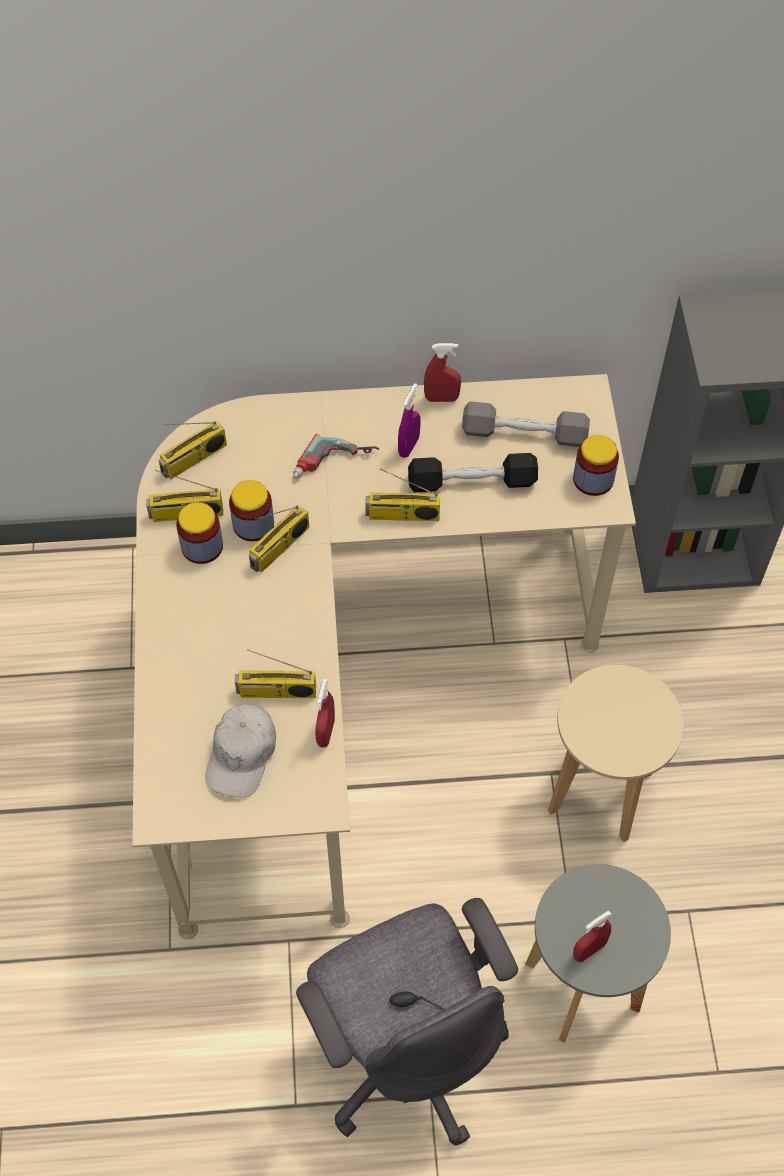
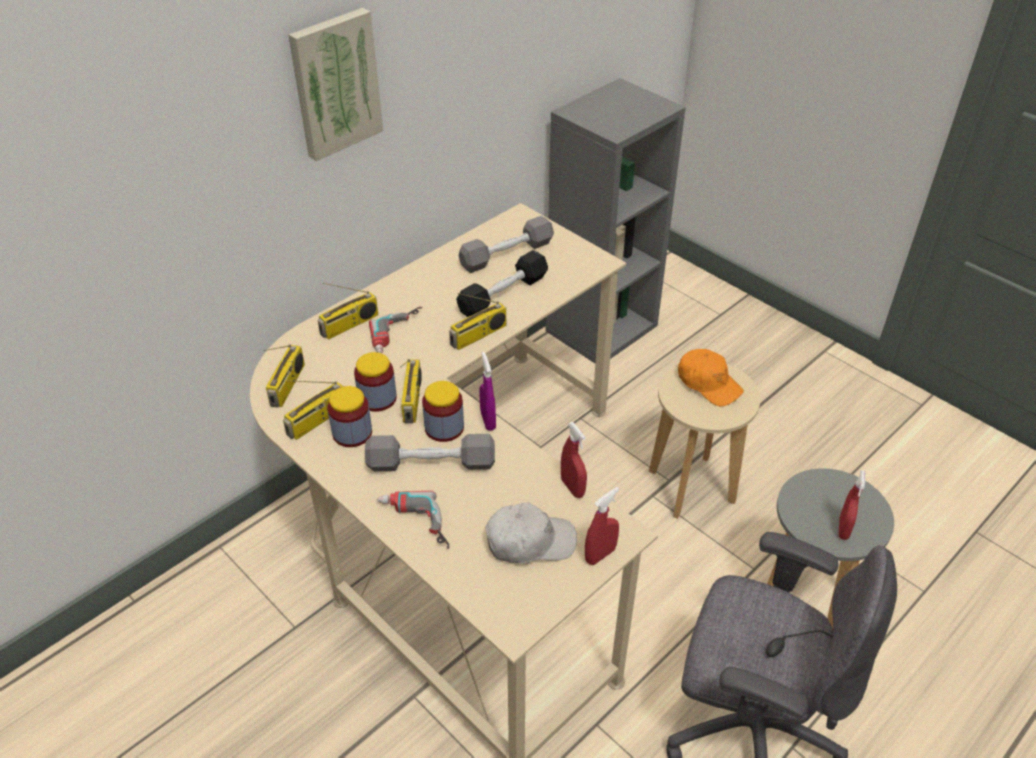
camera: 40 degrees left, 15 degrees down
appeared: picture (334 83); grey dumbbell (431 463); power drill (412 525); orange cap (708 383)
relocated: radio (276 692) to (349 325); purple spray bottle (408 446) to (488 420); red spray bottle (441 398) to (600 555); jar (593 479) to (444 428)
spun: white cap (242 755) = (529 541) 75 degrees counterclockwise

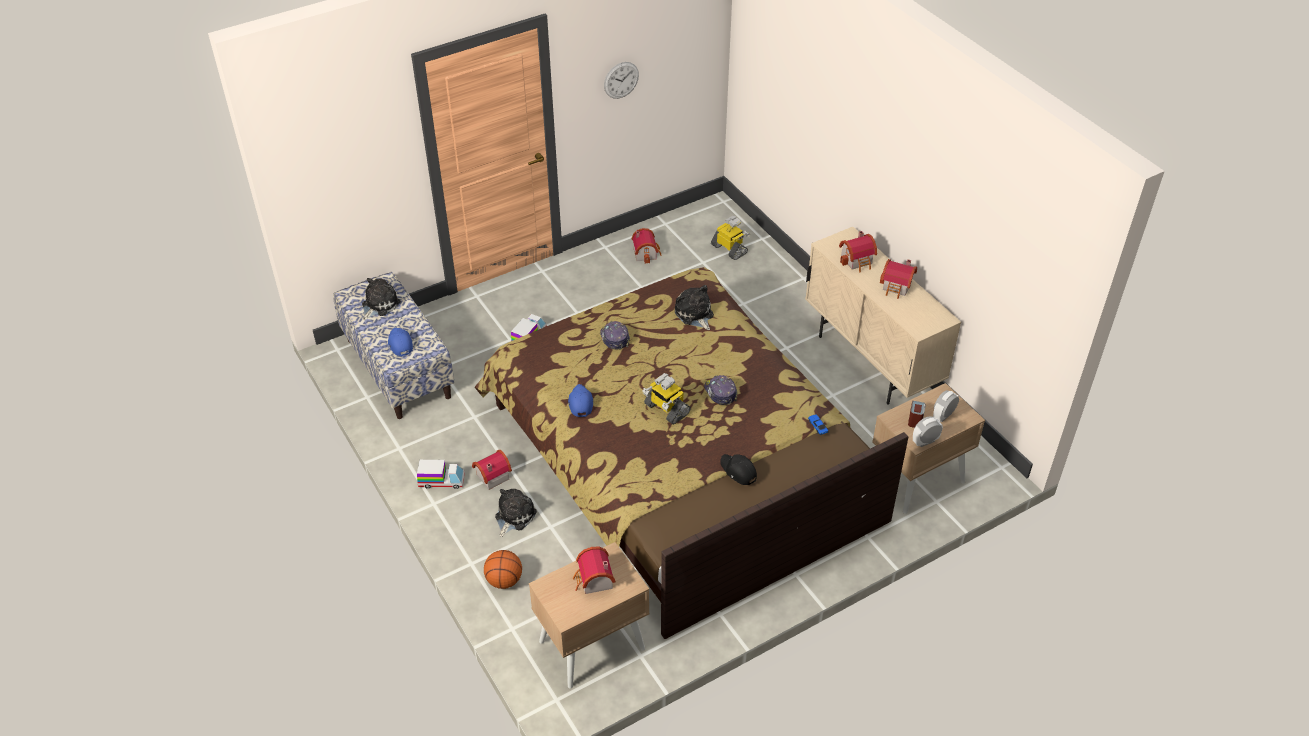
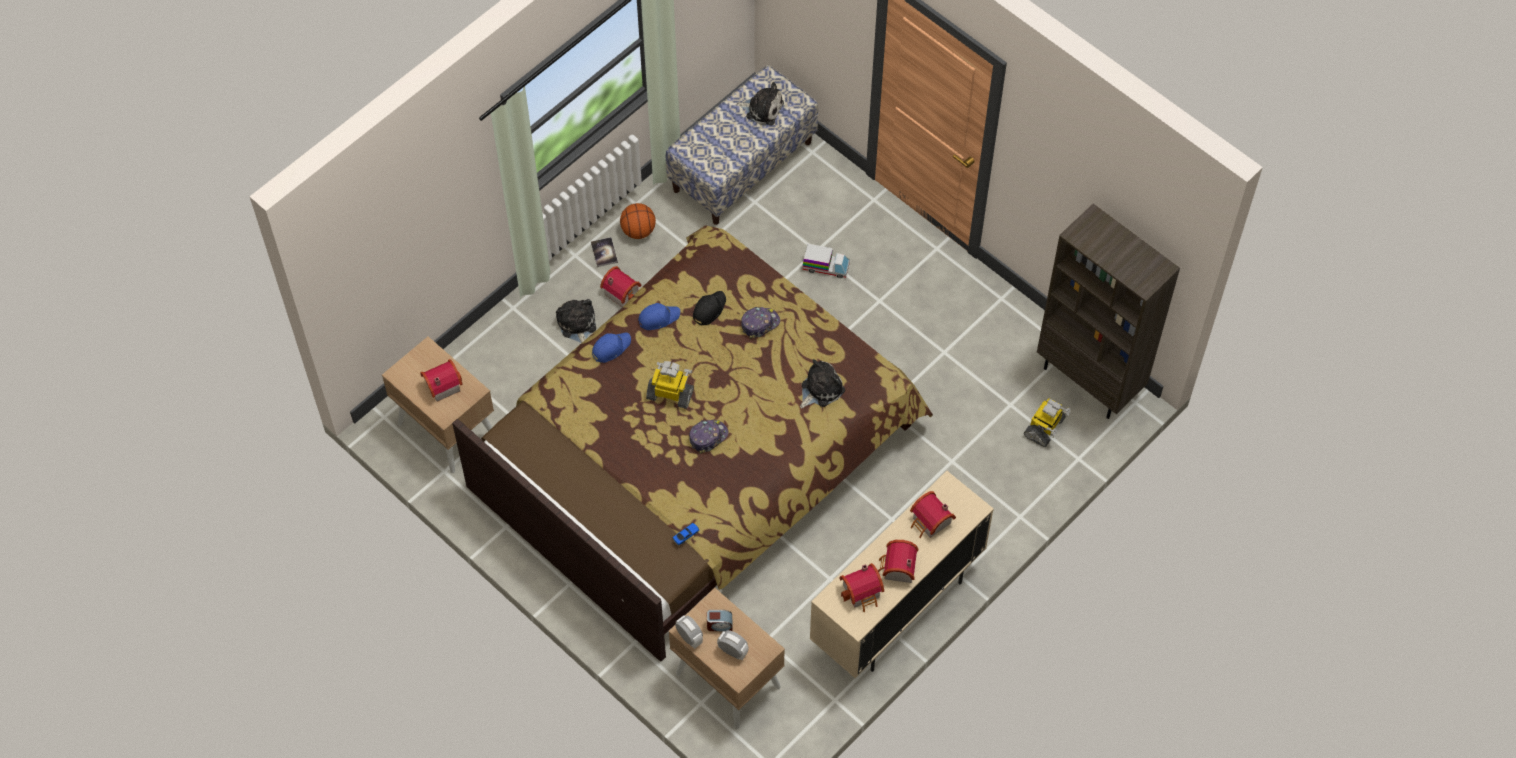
camera: 75 degrees right, 15 degrees up
missing: wall clock (621 80)
appeared: brown bookcase (1090 380)
relocated: blue cap (400 344) to (610 348); basketball (504 580) to (638 230); toy house (646 253) to (863 592); black cap (738 471) to (709 309)
exchanged: toy truck (441 481) to book (604 252)
spun: plush toy (513 516) = (577 325) 120 degrees counterclockwise; toy robot (666 409) = (670 394) 75 degrees clockwise

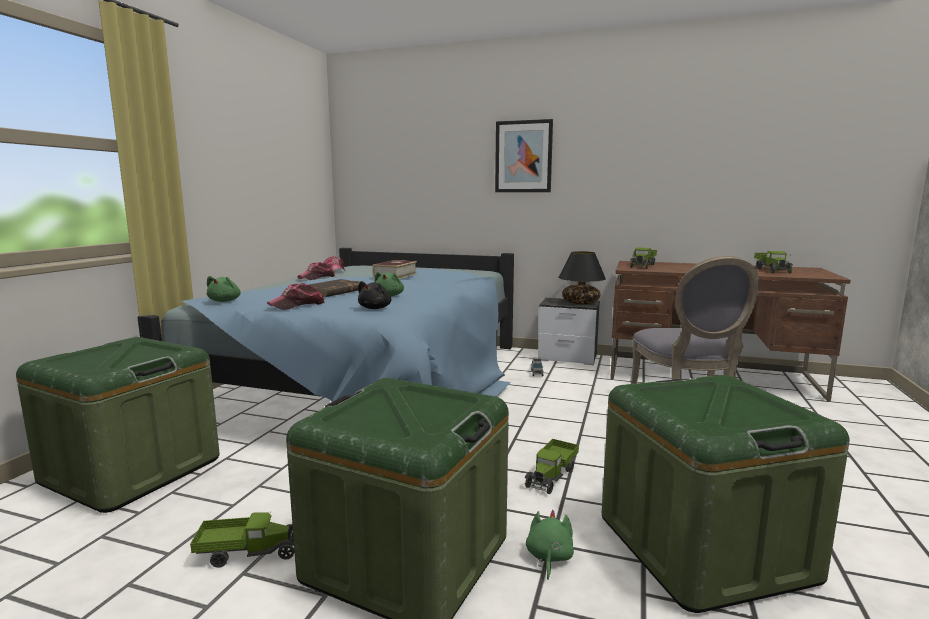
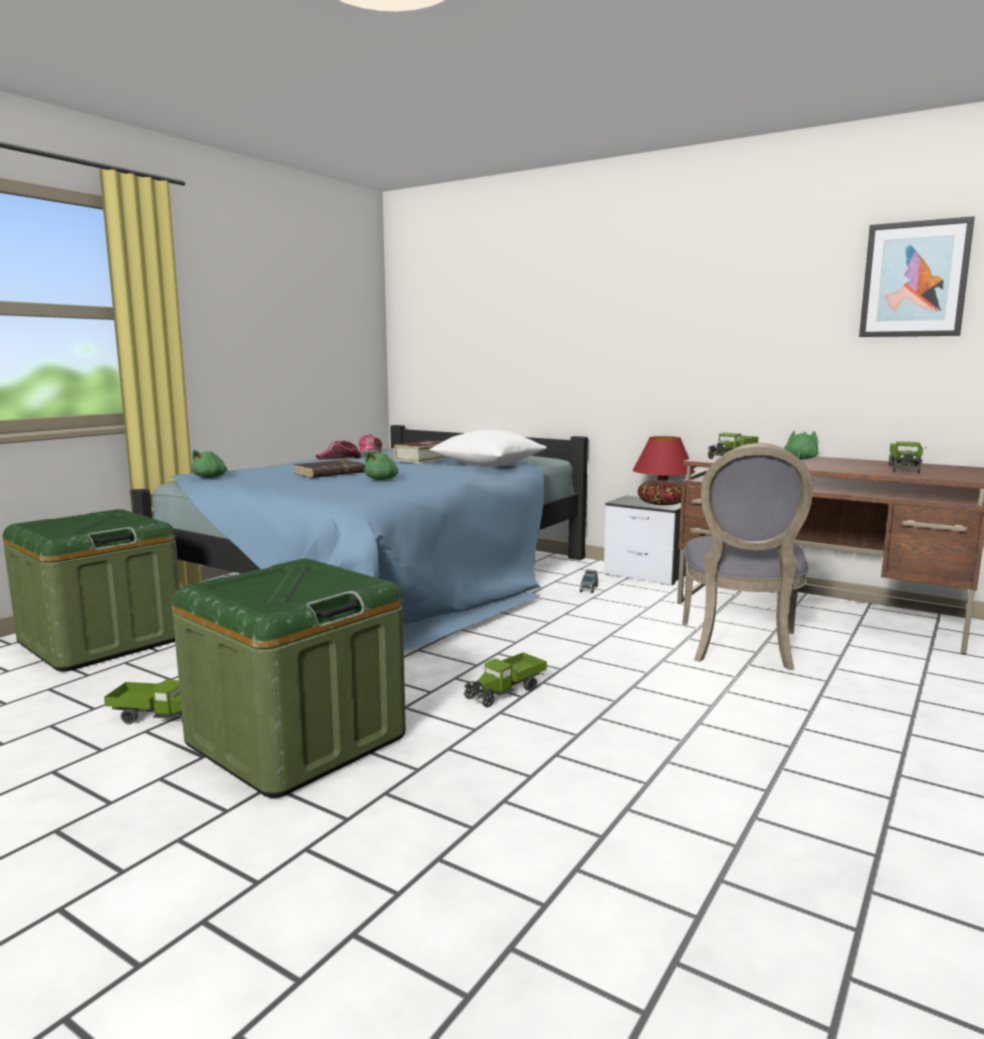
camera: 15 degrees right, 0 degrees up
missing: cap (297 305); black plush toy (376 308); green storage box (703 547)
appeared: white pillow (488 464)
relocated: picture (523 156) to (914 279); green plush toy (549 557) to (800 459)
colour: black table lamp (580 302) to red table lamp (662 503)

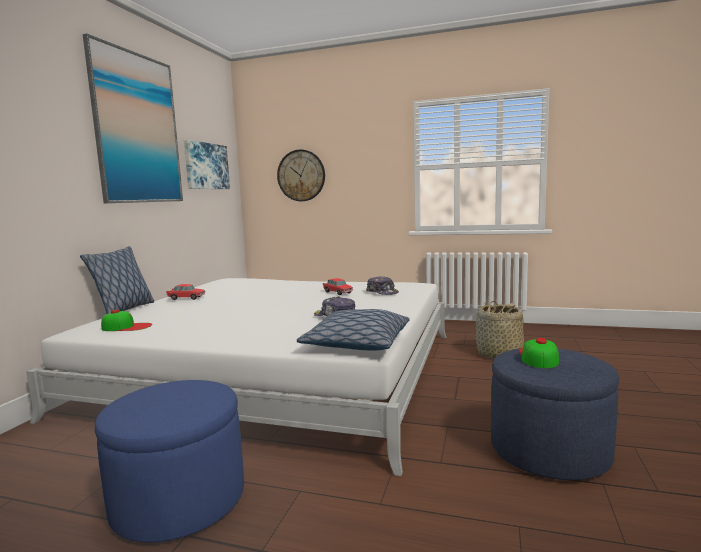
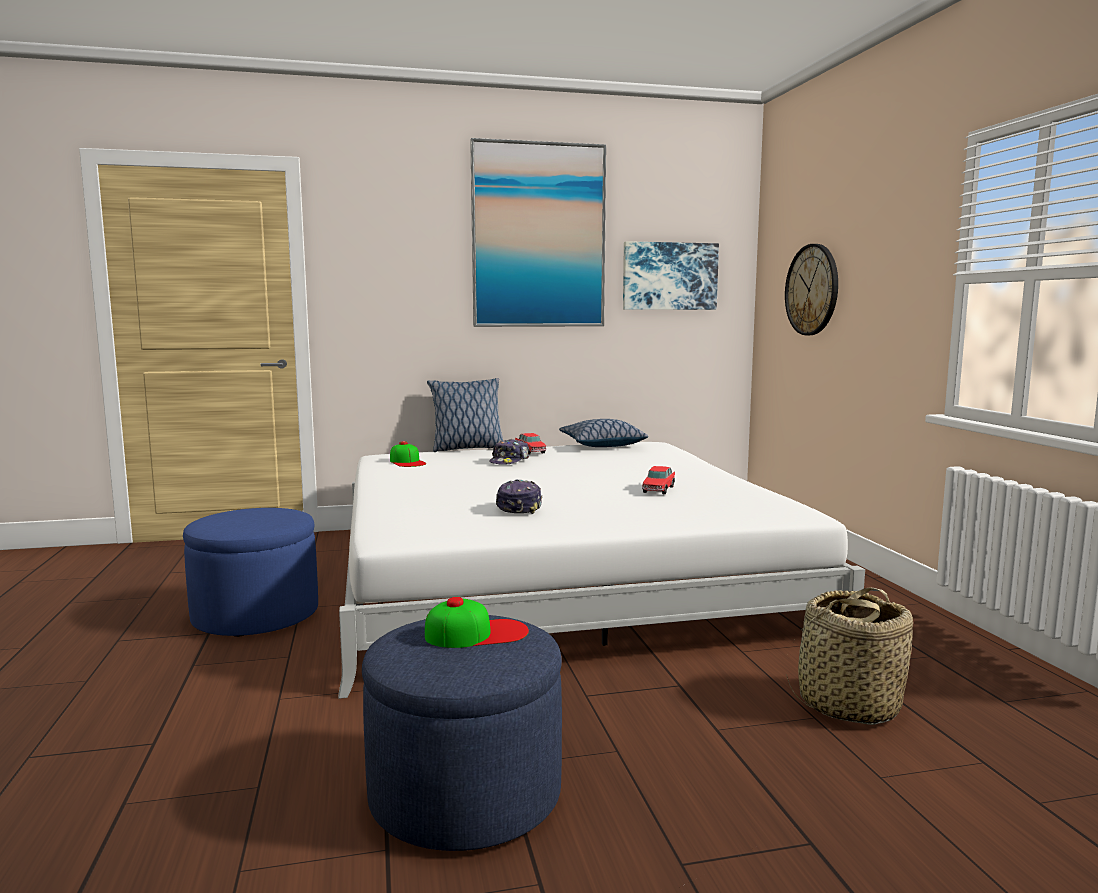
camera: 60 degrees right, 0 degrees up
relocated: pillow (356 344) to (602 445); cap (382 292) to (509 461)

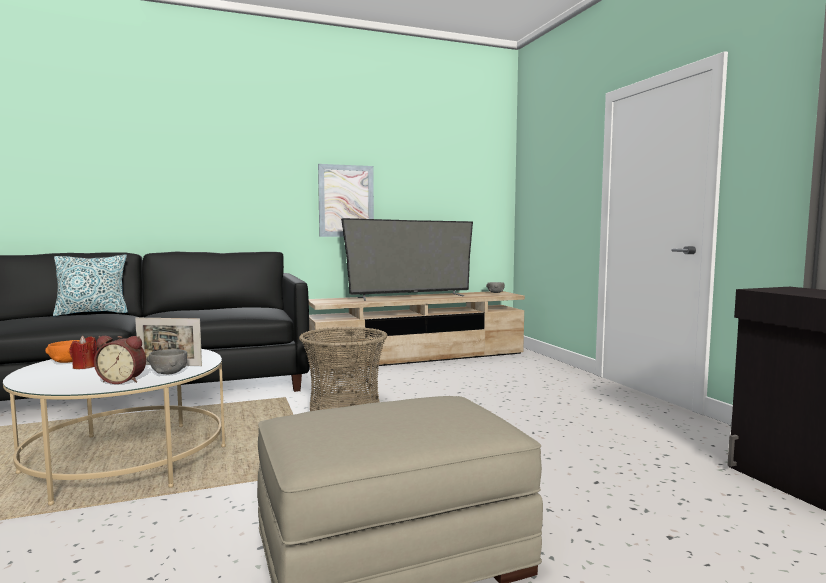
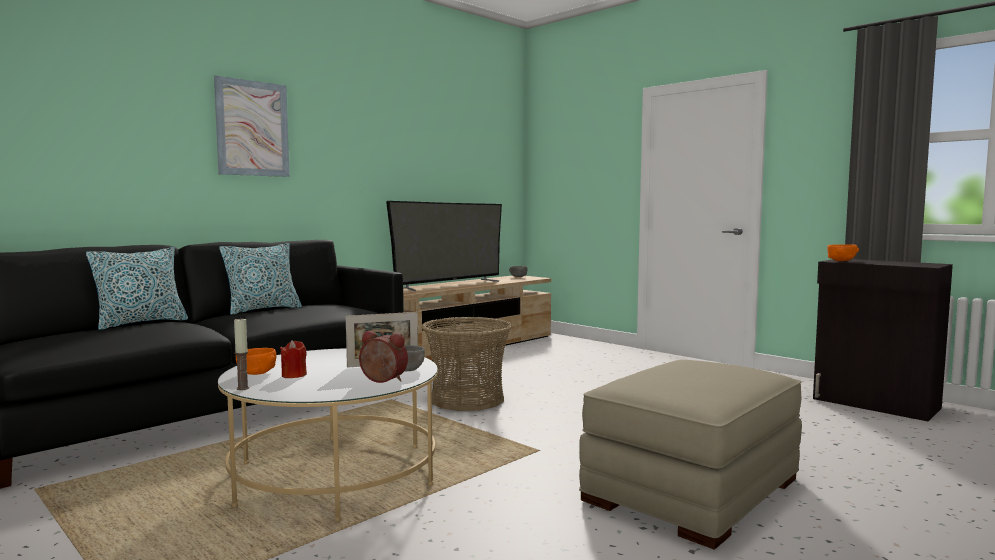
camera: 25 degrees left, 0 degrees up
appeared: pillow (263 309); candle (242 388); orange bowl (841 261)
relocated: picture (346 201) to (252 128)
spun: alarm clock (123 381) = (382 381) 135 degrees counterclockwise

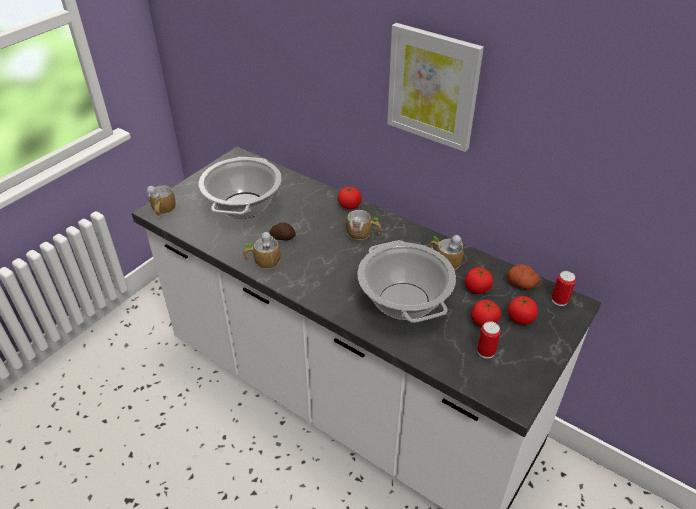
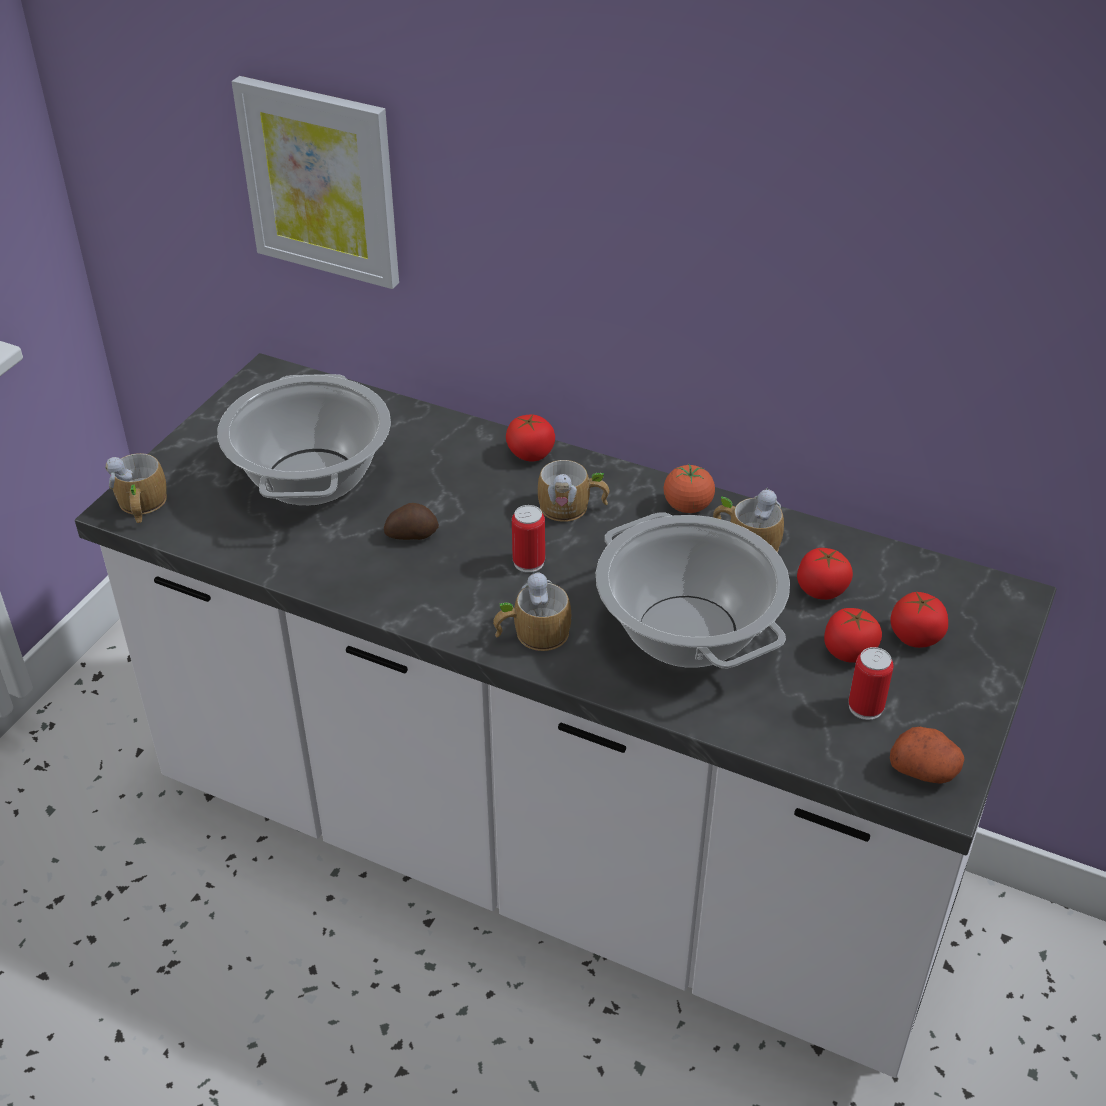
camera: 10 degrees left, 0 degrees up
appeared: tomato (687 507)
relocated: mug (262 260) to (532 634); picture (433 87) to (321 181); potato (522 284) to (924 770); can (559 300) to (528 562)

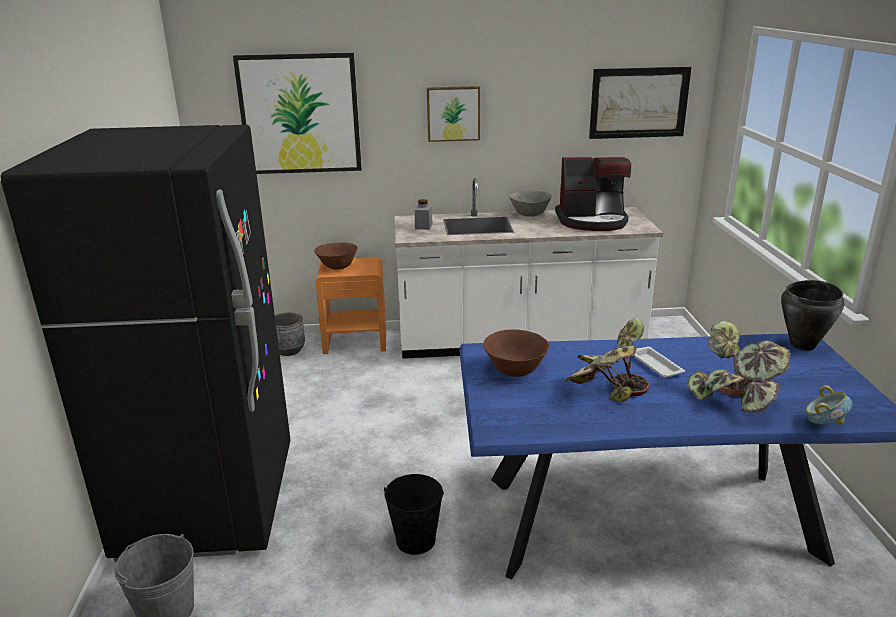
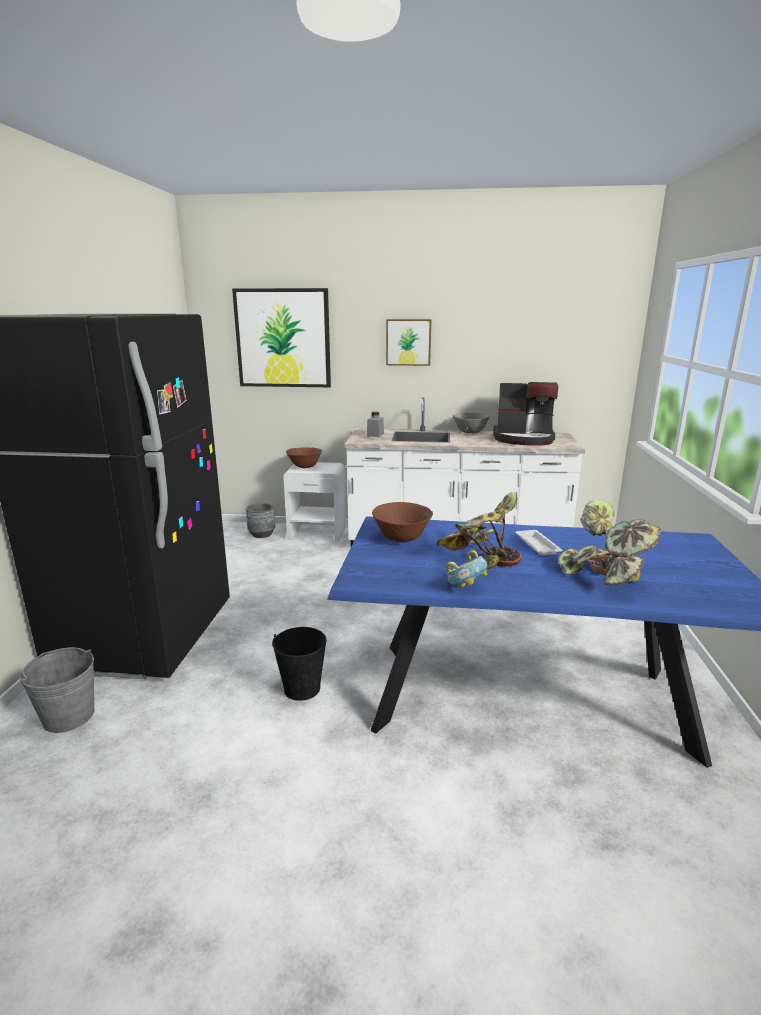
camera: 10 degrees right, 5 degrees down
missing: picture (638 102); black cooking pot (803 345)
relocated: bowl (823 425) to (465 588)
colour: orange nightstand (356 341) to white nightstand (318 532)

